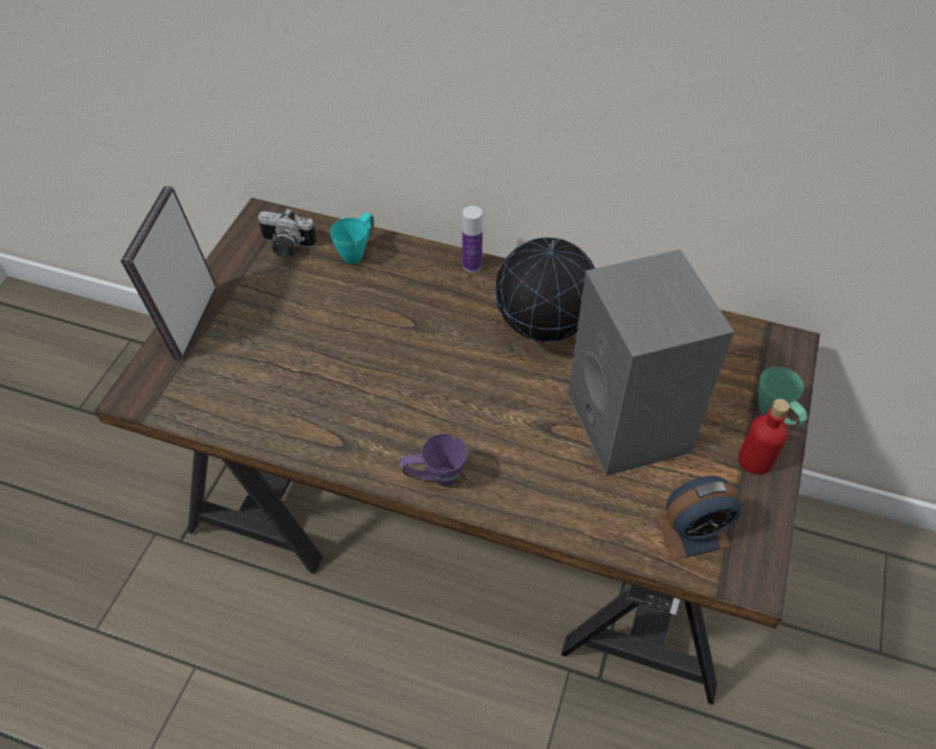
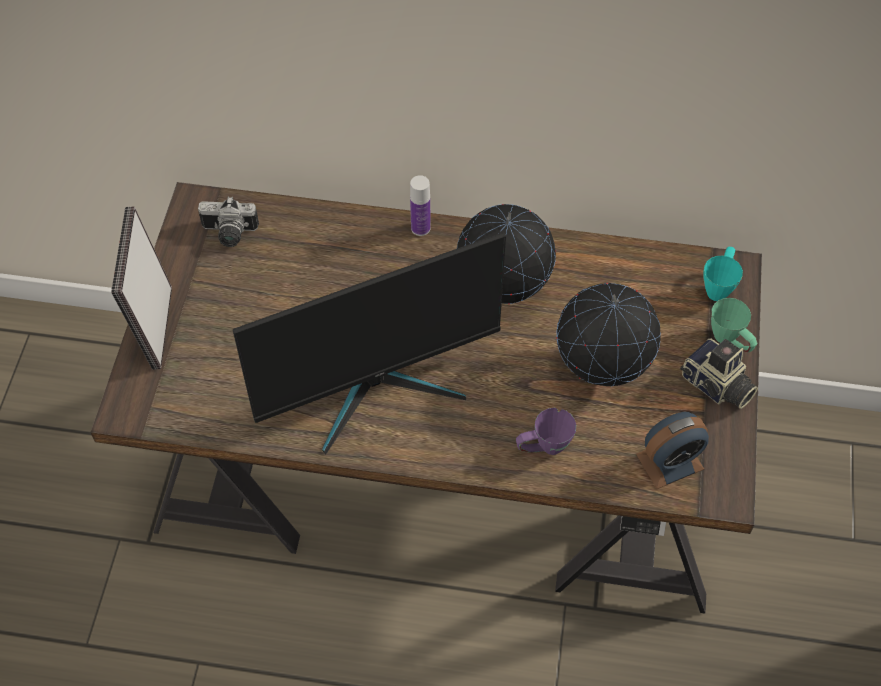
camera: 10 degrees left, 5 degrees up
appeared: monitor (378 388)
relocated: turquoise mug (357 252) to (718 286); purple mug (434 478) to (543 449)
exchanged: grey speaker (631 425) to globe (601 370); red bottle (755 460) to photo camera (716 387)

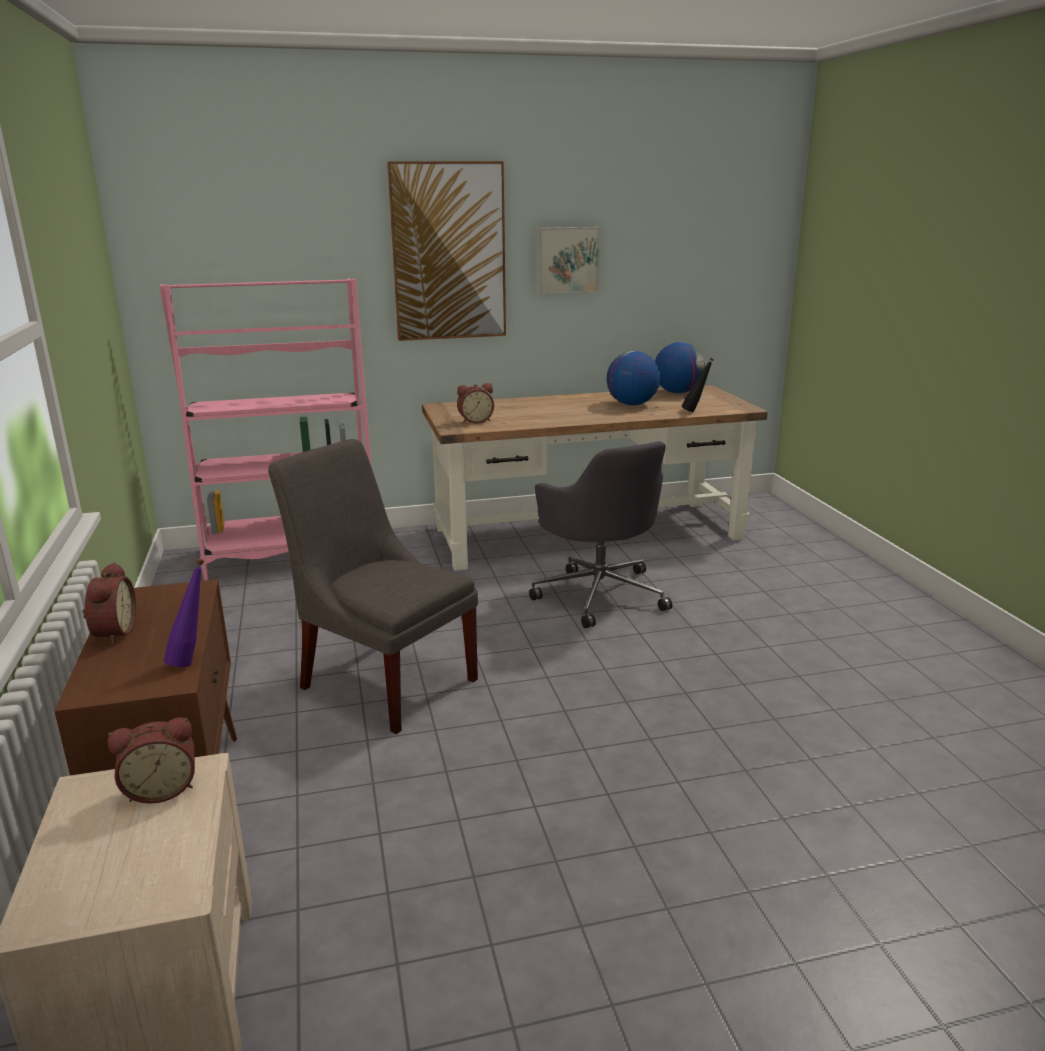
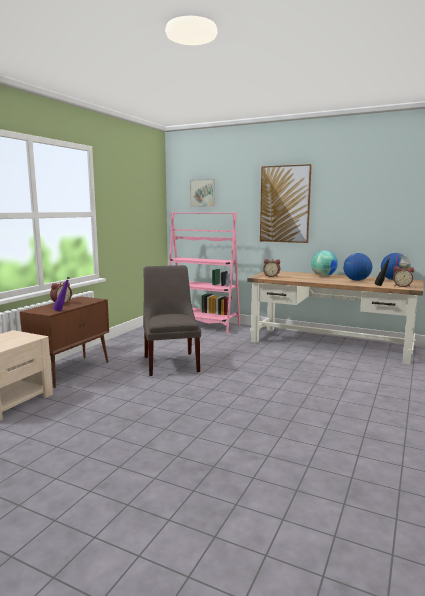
camera: 40 degrees right, 10 degrees down
missing: grey office chair (600 594)
appeared: globe (323 276)
relocated: alarm clock (161 789) to (402 286); picture (567 259) to (203 193)

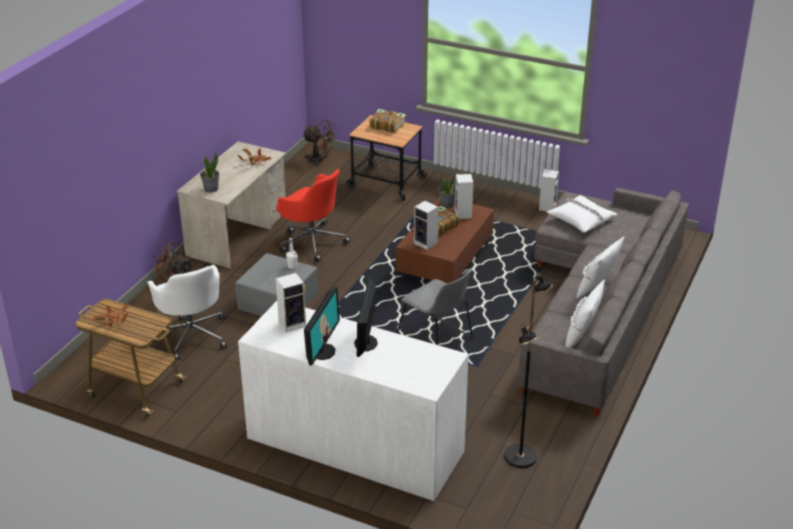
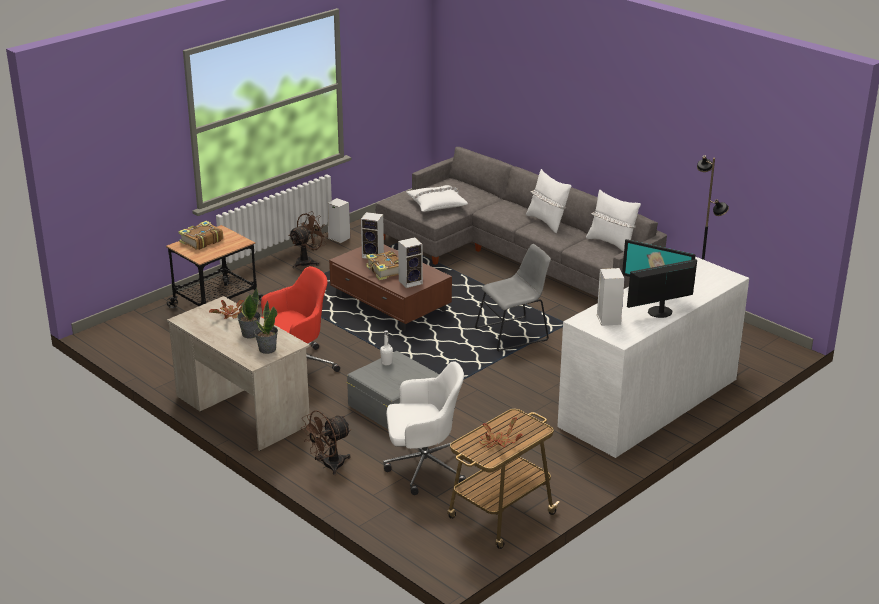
camera: 70 degrees left, 5 degrees down
relocated: brown fan (320 160) to (308 261); potted plant (447 204) to (250 334)
spun: monitor (322 351) = (660 312) 60 degrees counterclockwise

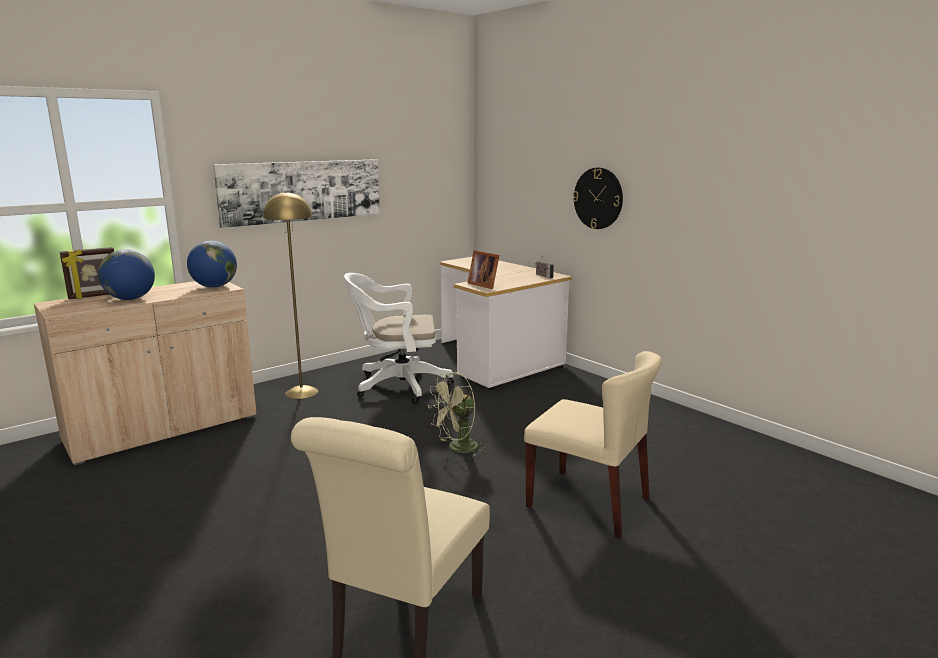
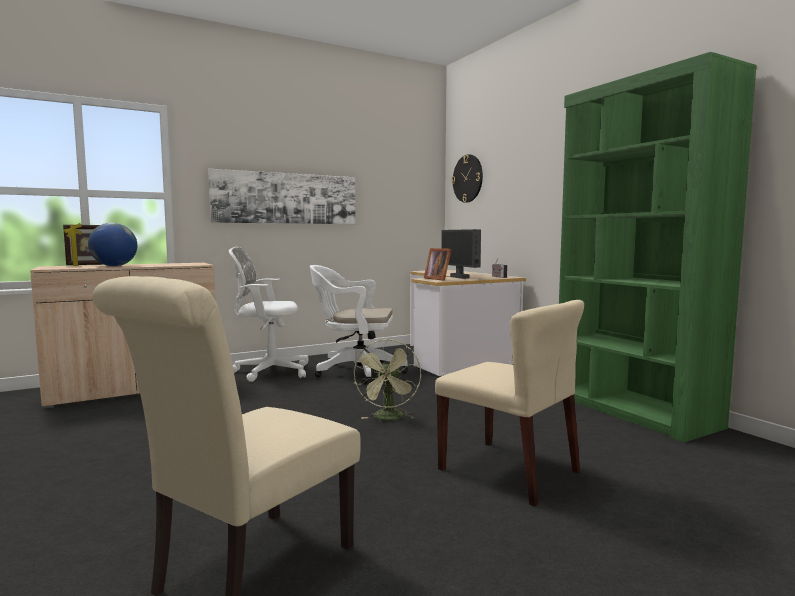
camera: 10 degrees right, 10 degrees down
missing: globe (214 286)
appeared: monitor (460 277); green bookcase (633 411)
relocated: wall clock (598 198) to (468 178)
exchanged: yellow floor lamp (301 392) to white office chair (268 371)
spun: green fan (458 449) = (389 418) 60 degrees counterclockwise

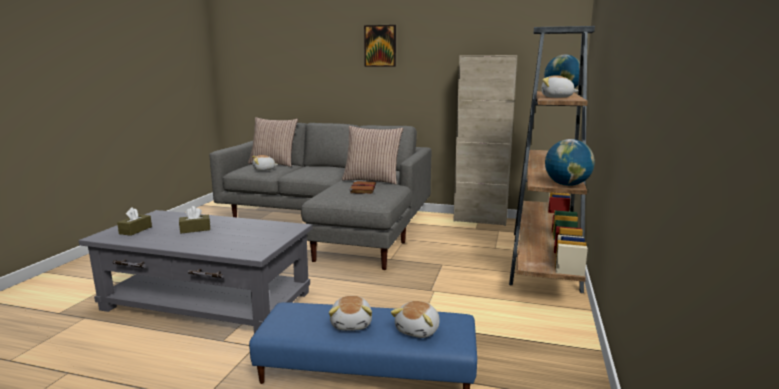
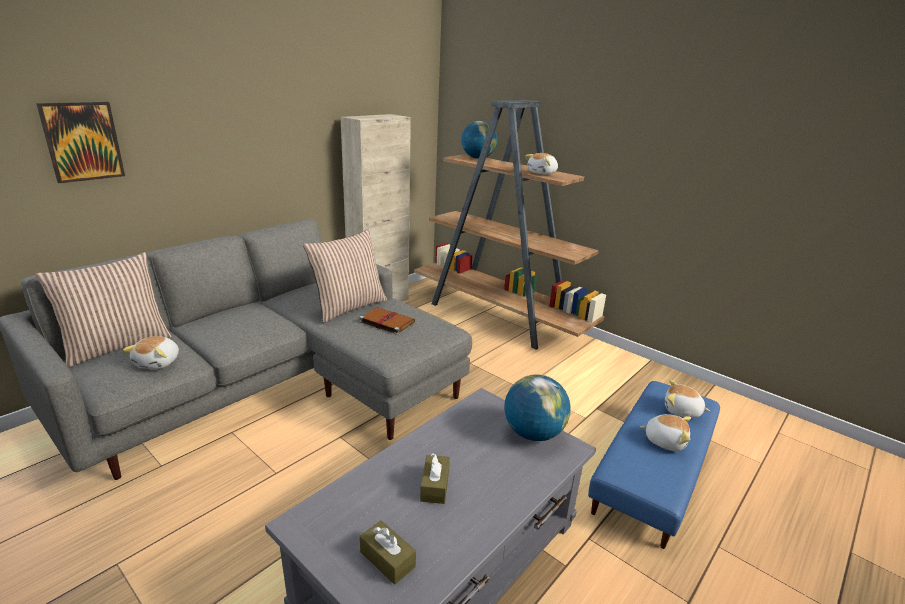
camera: 65 degrees left, 10 degrees up
relocated: picture (380 46) to (82 141); globe (567 185) to (533 433)
spun: plush toy (418 330) = (682 411) 150 degrees clockwise

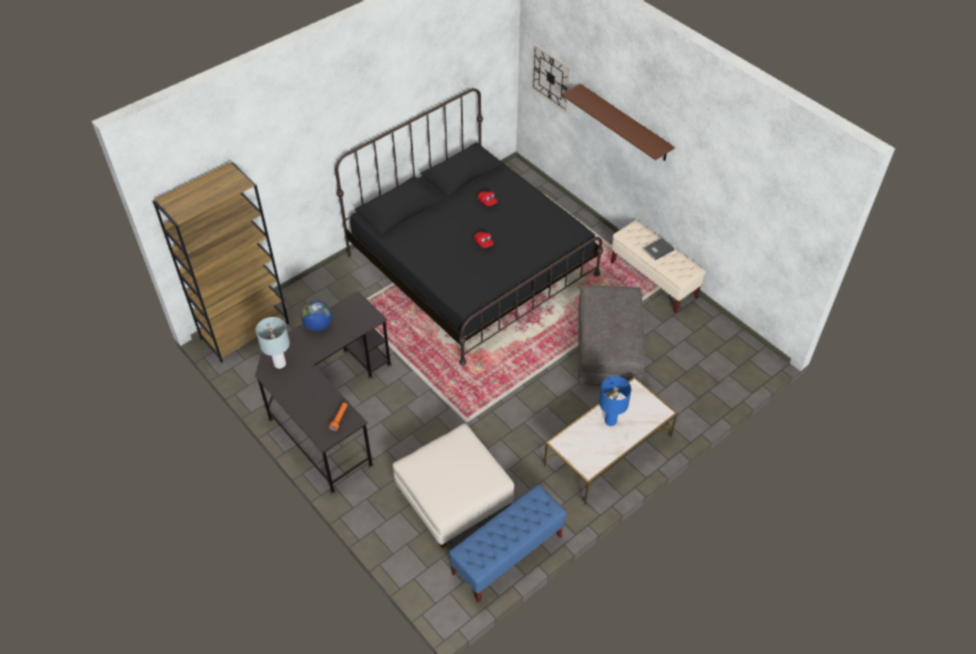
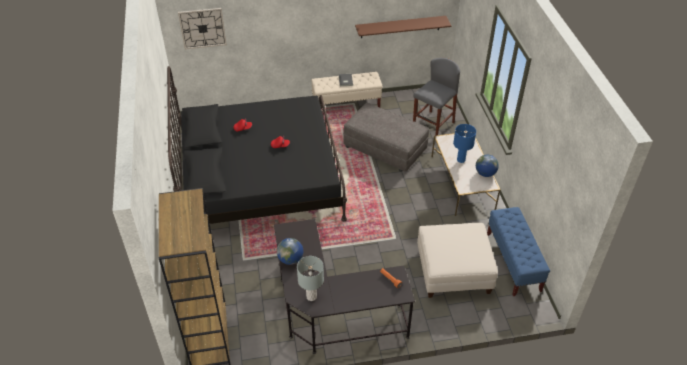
camera: 60 degrees left, 5 degrees down
appeared: grey stool (433 125); globe (485 173)
relocated: brown shelf (625 123) to (400 27)

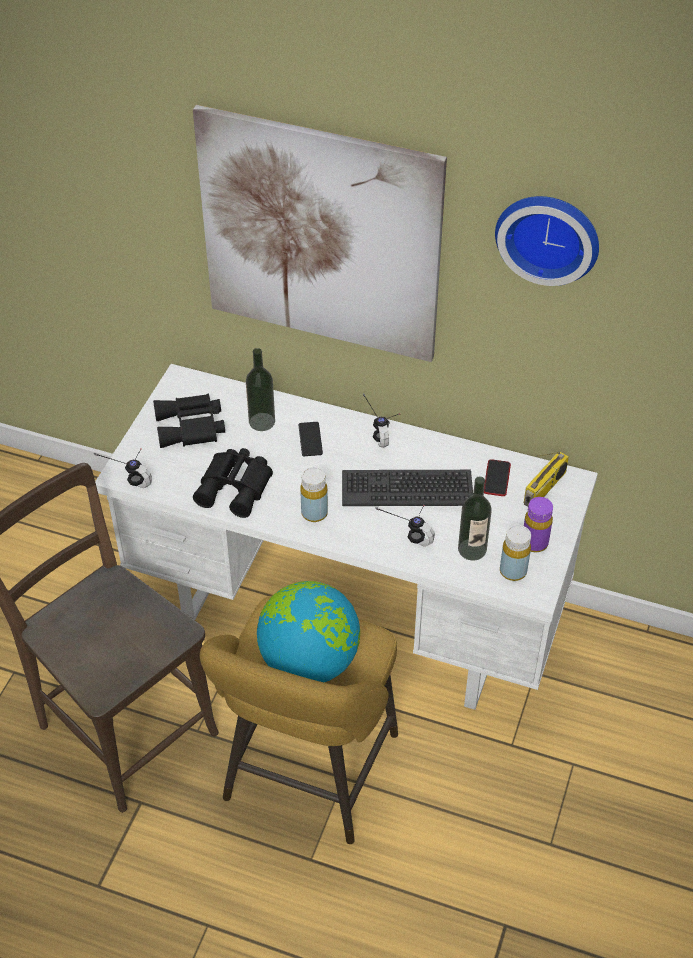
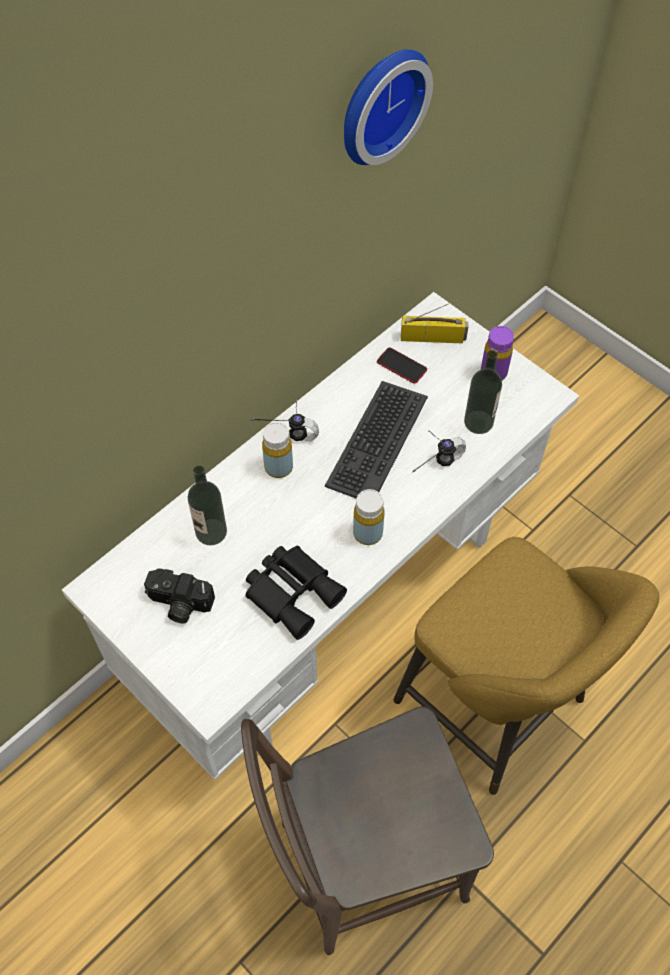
camera: 65 degrees left, 10 degrees up
missing: headphones (131 474); picture (320 236); globe (309 661); phone (310 439)
relocated: yellow bottle (513 571) to (278 467)
exchanged: black binoculars (191 427) to photo camera (178 604)
spun: radio (544 489) = (433 337) 60 degrees counterclockwise

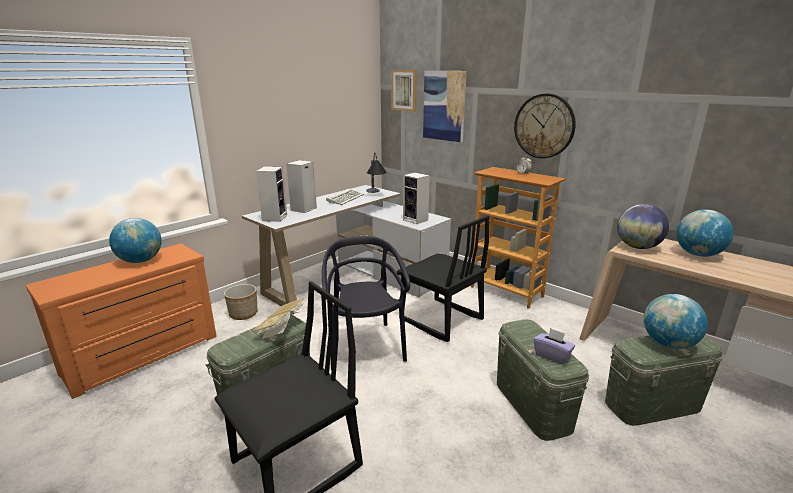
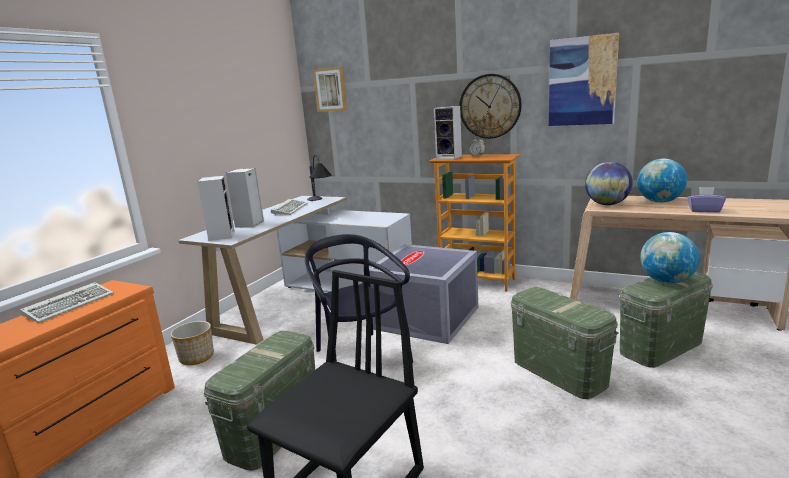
camera: 15 degrees left, 5 degrees down
missing: book (282 328)
relocated: speaker (416 220) to (450 157); picture (444 106) to (582 81); purple tissue box (552 355) to (704 210)
exchanged: globe (141 261) to keyboard (71 304); black chair (440 320) to grey storage box (426 318)

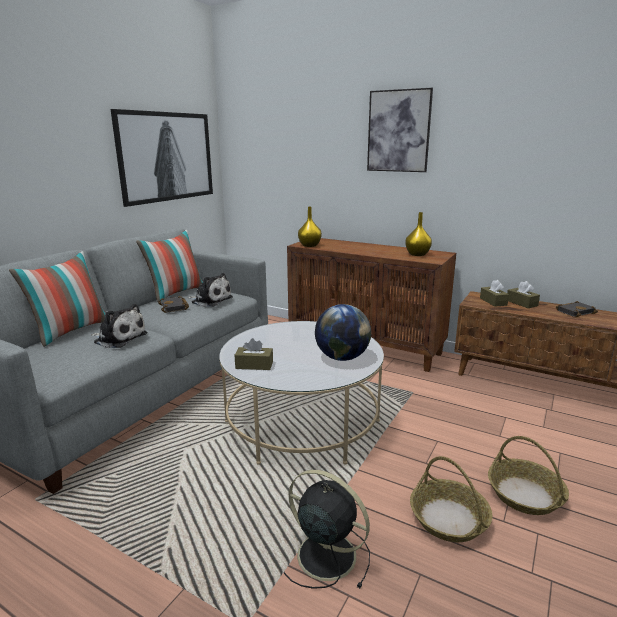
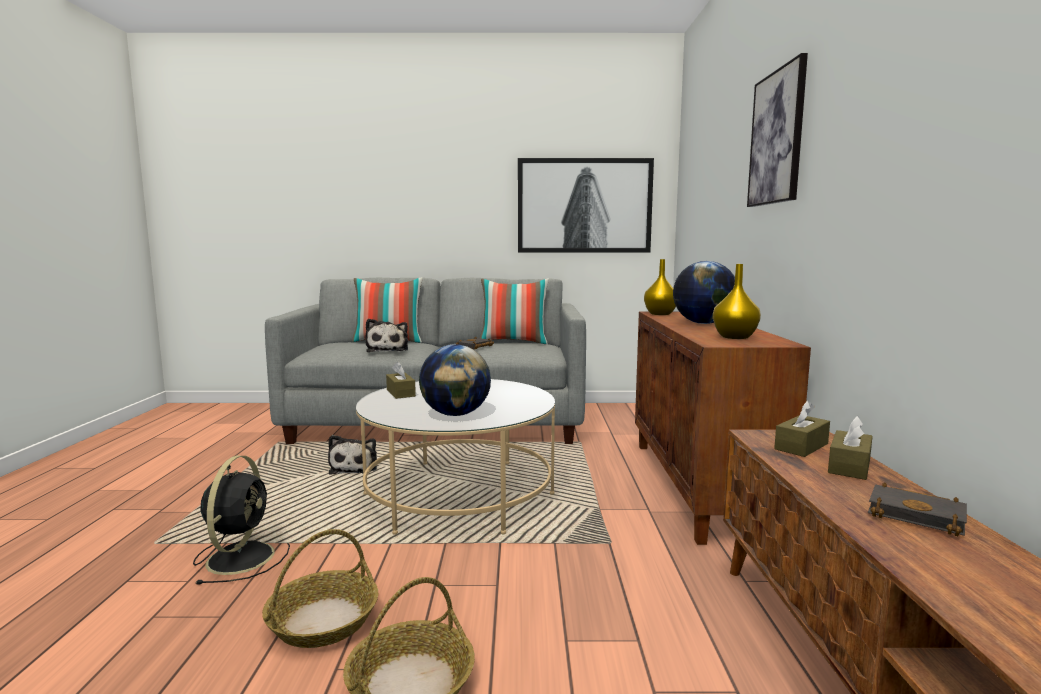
camera: 60 degrees right, 10 degrees down
appeared: globe (703 323)
relocated: plush toy (210 300) to (355 467)

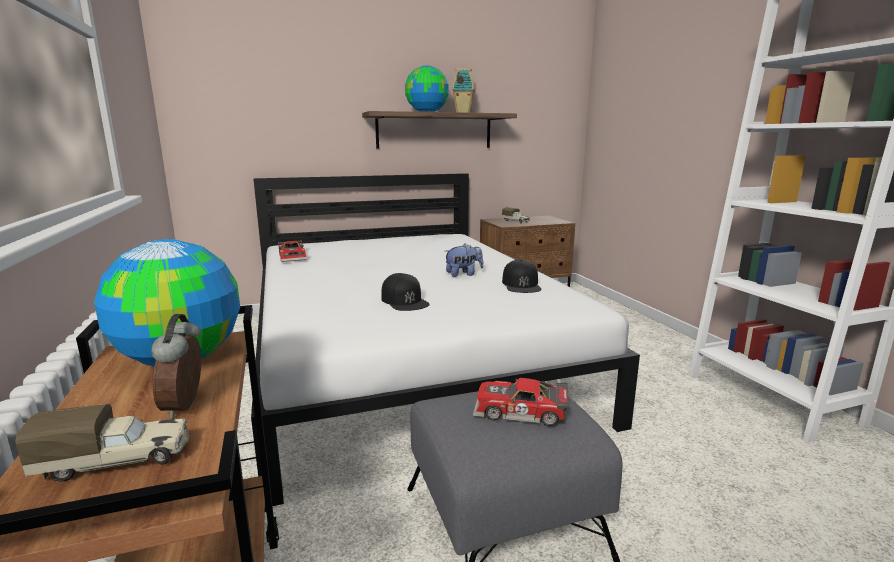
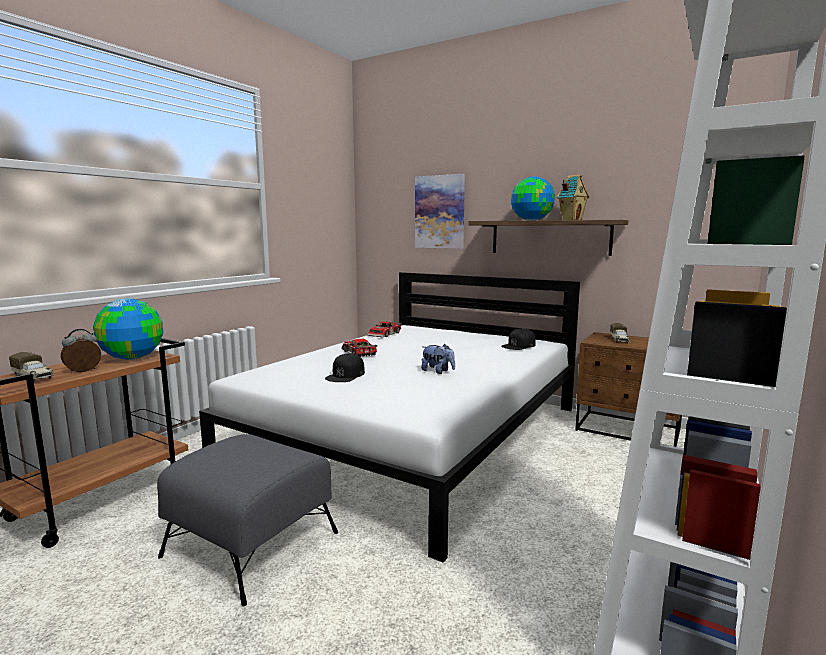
camera: 50 degrees right, 5 degrees down
appeared: picture (440 212)
relocated: toy car (520 412) to (357 353); black cap (521 284) to (519 345)

